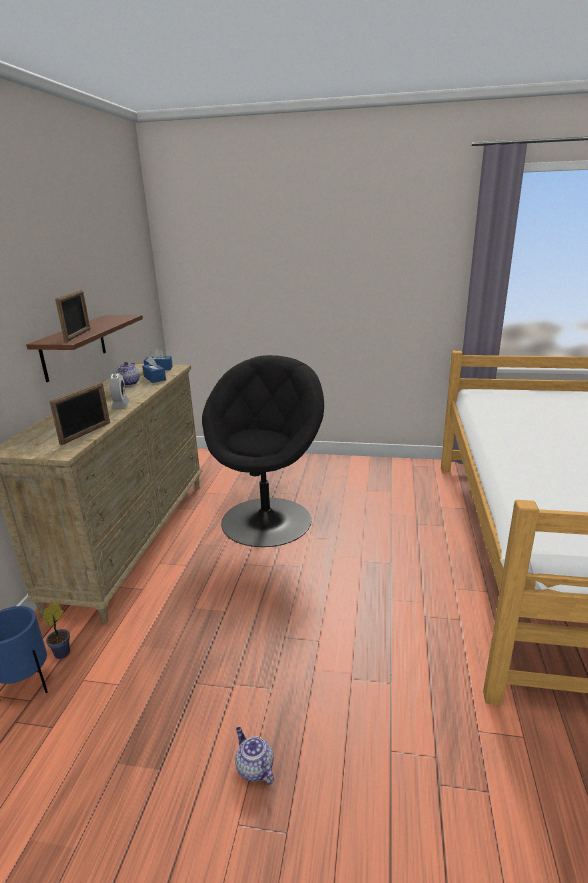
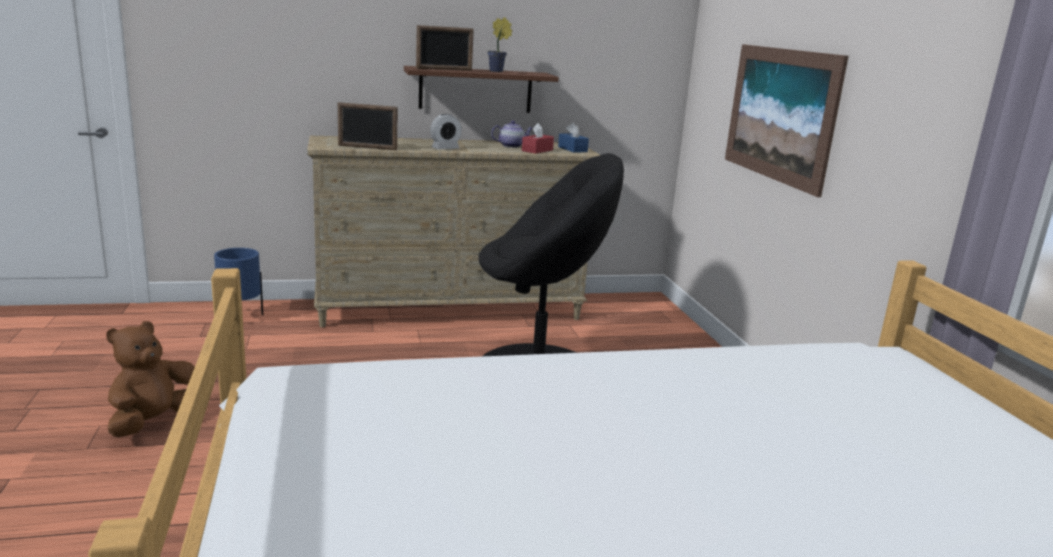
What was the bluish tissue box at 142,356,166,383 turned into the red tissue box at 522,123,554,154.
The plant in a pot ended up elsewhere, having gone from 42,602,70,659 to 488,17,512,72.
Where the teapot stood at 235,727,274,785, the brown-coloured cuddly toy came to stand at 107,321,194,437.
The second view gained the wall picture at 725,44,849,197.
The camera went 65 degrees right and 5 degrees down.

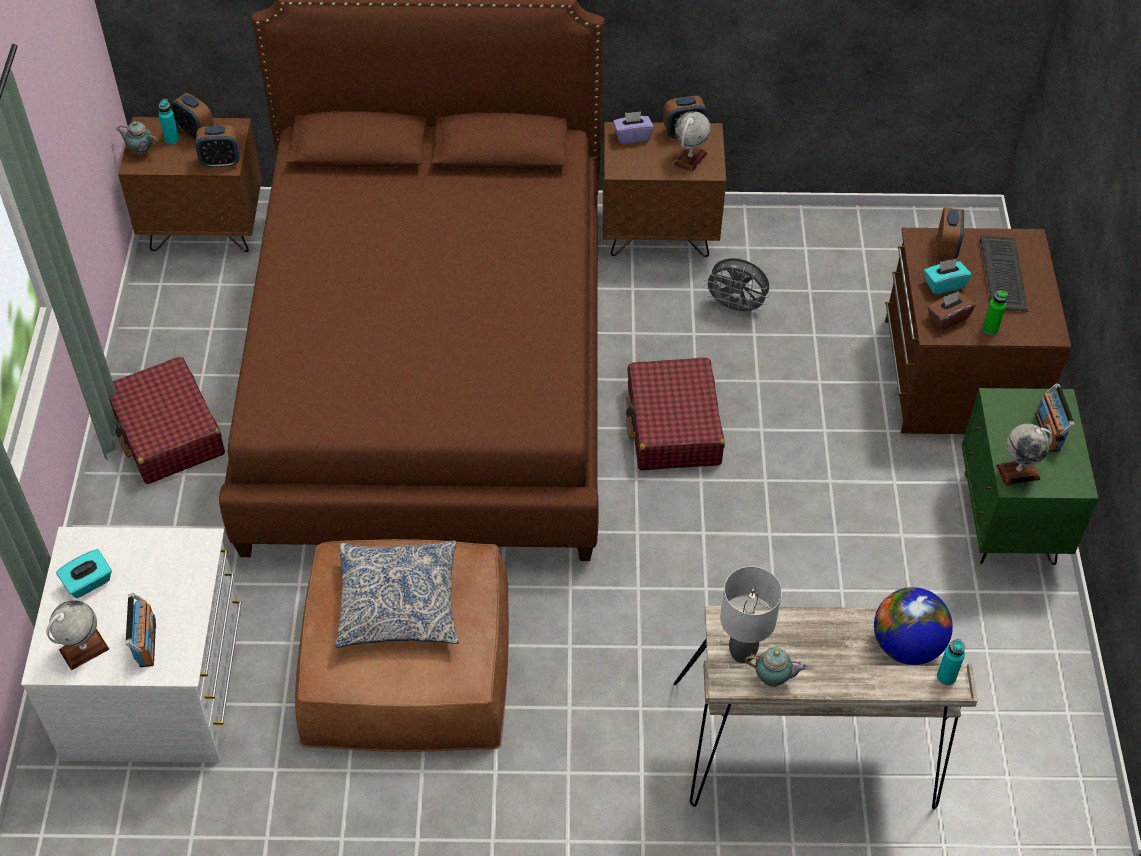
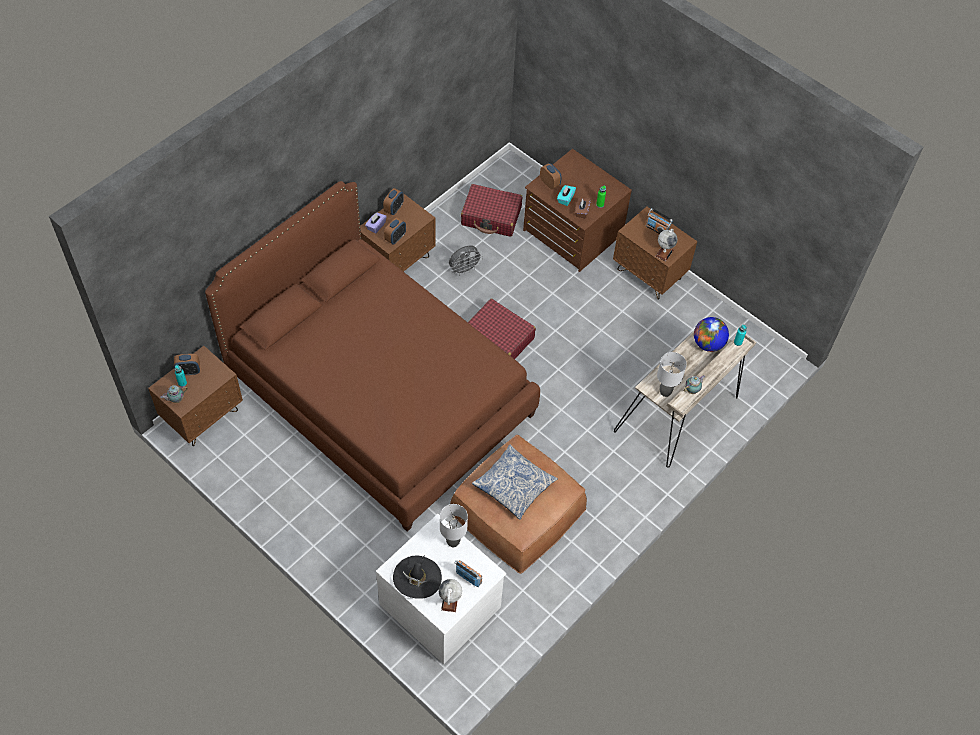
The second view lost the world globe at 673,111,711,172.
The bedside clock ended up elsewhere, having gone from 195,125,240,168 to 384,217,406,245.
The second view lost the keyboard at 979,236,1028,312.
The red suitcase ended up elsewhere, having gone from 109,357,225,484 to 461,184,522,237.
What was the greenish nightstand at 962,388,1099,565 turned into the brown-coloured nightstand at 613,206,697,300.
Where the blue-green tissue box stood at 56,549,112,598, the blackish hat came to stand at 393,555,442,599.
The second view gained the grey table lamp at 440,504,468,547.
The camera went 50 degrees left and 5 degrees up.

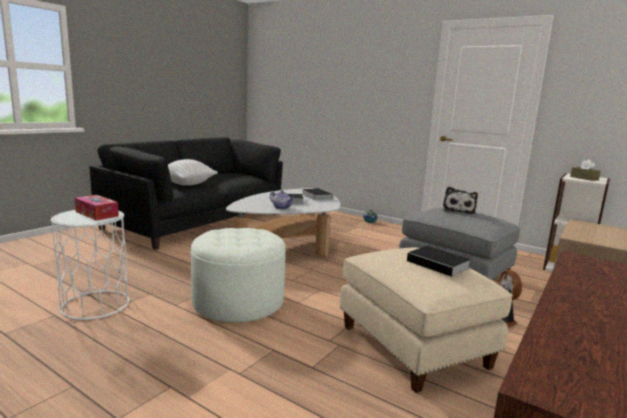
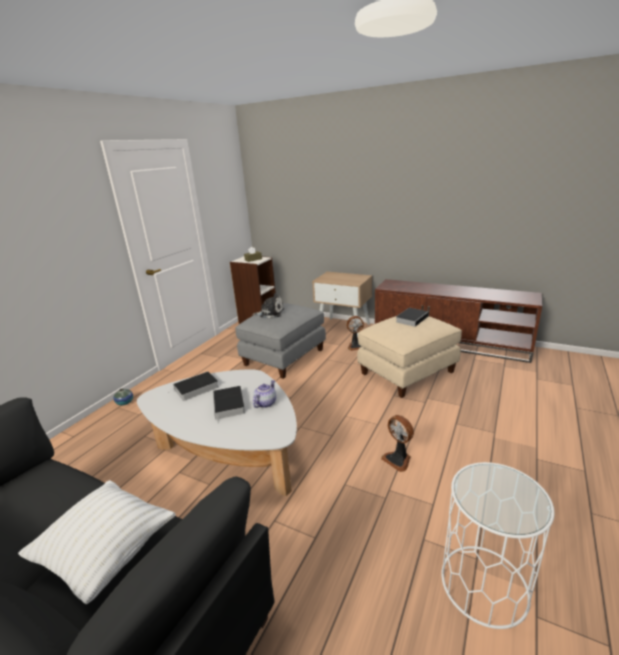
The second view lost the tissue box at 75,195,119,221.
Where the white pouffe stood at 191,228,286,323, the fan came to stand at 381,415,414,472.
The camera went 95 degrees left and 10 degrees up.

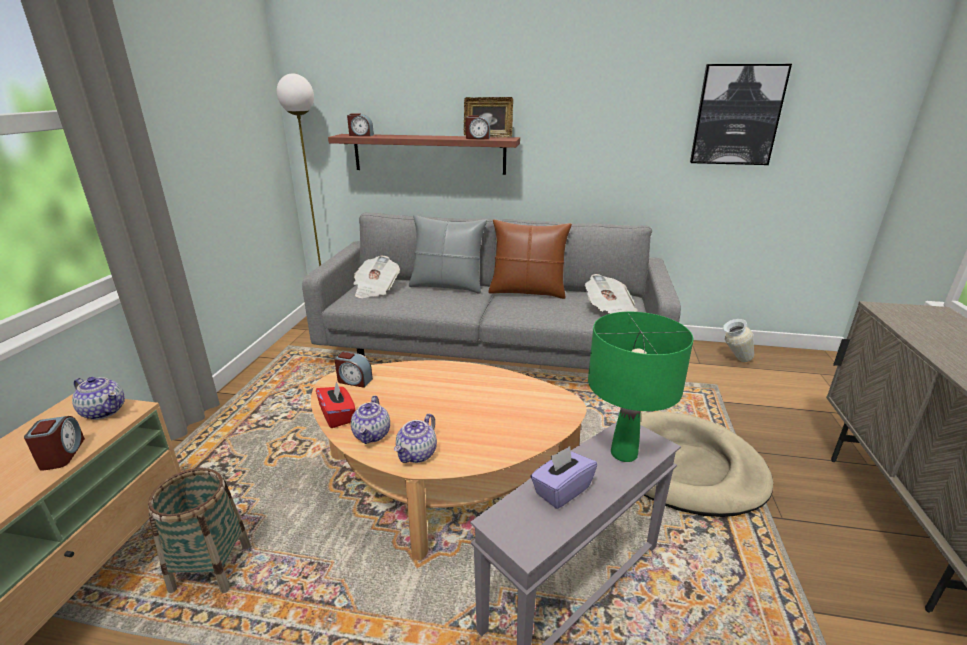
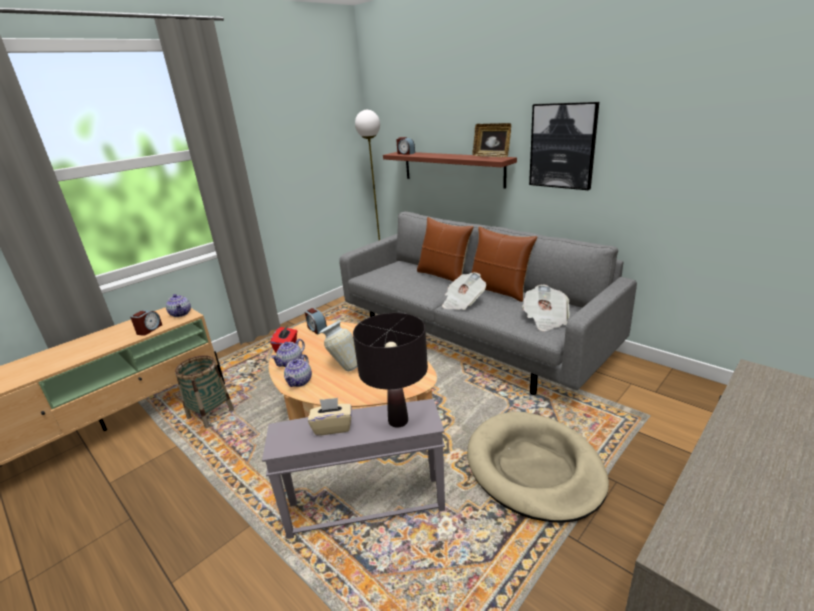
The wall picture ended up elsewhere, having gone from 690,64,792,165 to 529,102,599,190.
The second view lost the bedside clock at 466,115,490,139.
What was the grey throw pillow at 409,215,487,294 turned into the brown-coloured throw pillow at 417,217,474,281.
The daily paper ended up elsewhere, having gone from 353,256,400,298 to 442,272,486,310.
What was the greenish table lamp at 588,312,693,462 turned into the blackish table lamp at 353,313,428,427.
The decorative vase ended up elsewhere, having gone from 723,319,754,362 to 319,320,357,372.
The teapot at 394,414,437,463 ended up facing another way, 45 degrees counterclockwise from before.
What was the purple tissue box at 530,446,597,509 turned into the beige-coloured tissue box at 308,398,351,436.
The camera went 35 degrees right and 0 degrees up.

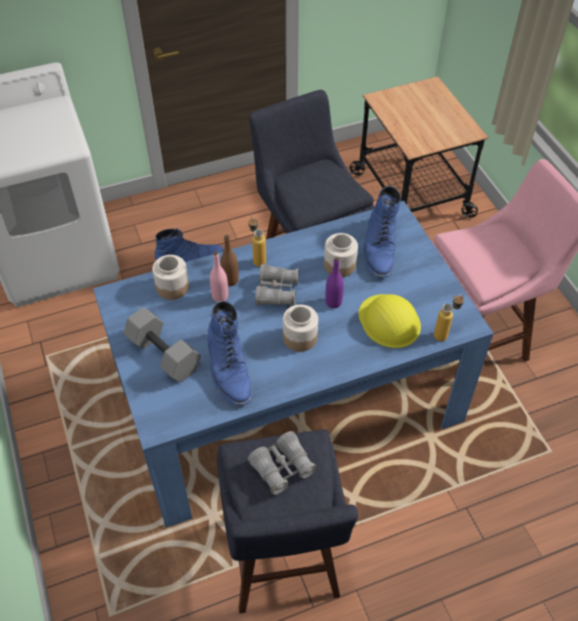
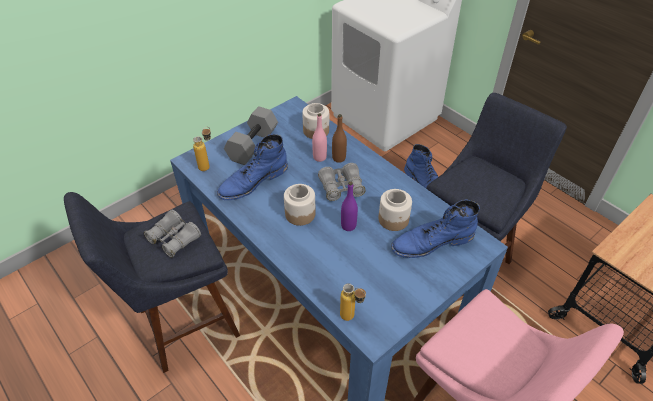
The bottle ended up elsewhere, having gone from 249,216,266,267 to 193,127,211,171.
The second view lost the yellow-coloured hard hat at 359,294,421,348.
The camera went 70 degrees right and 5 degrees down.

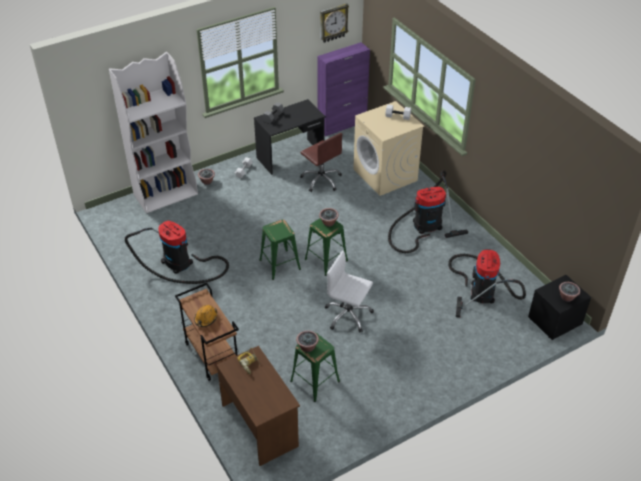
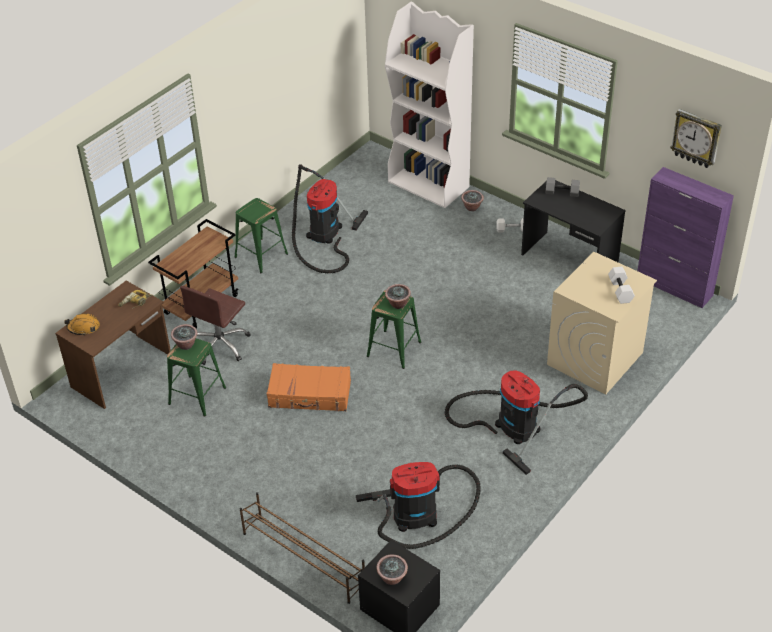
The brown-coloured office chair ended up elsewhere, having gone from 300,133,342,192 to 180,286,250,365.
The greenish stool seat ended up elsewhere, having gone from 259,219,301,280 to 235,198,288,273.
Where the white office chair stood at 325,250,374,333, the orange suitcase came to stand at 267,363,351,411.
The orange hard hat ended up elsewhere, having gone from 194,305,217,327 to 64,313,100,336.
The second view gained the brown-coloured shoe shelf at 240,492,365,604.
The camera went 70 degrees right and 0 degrees up.

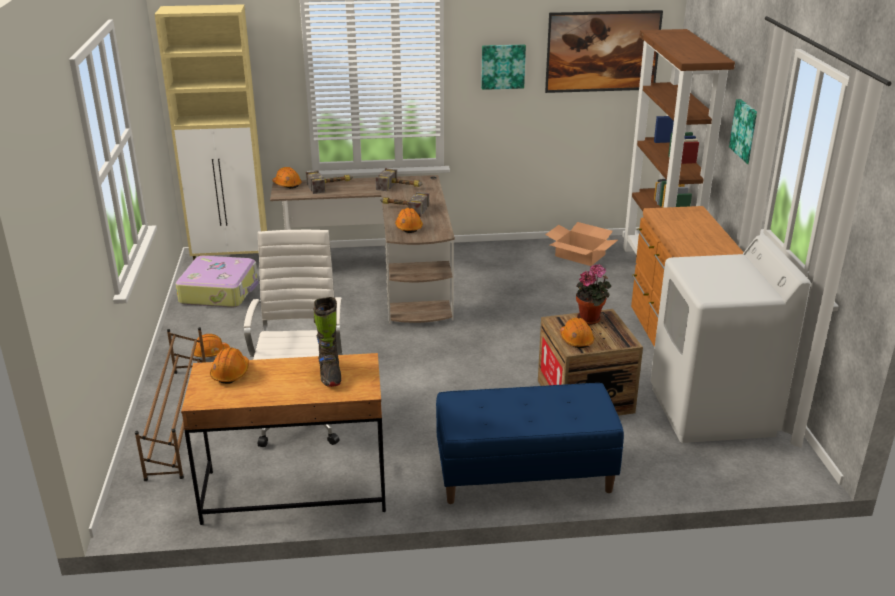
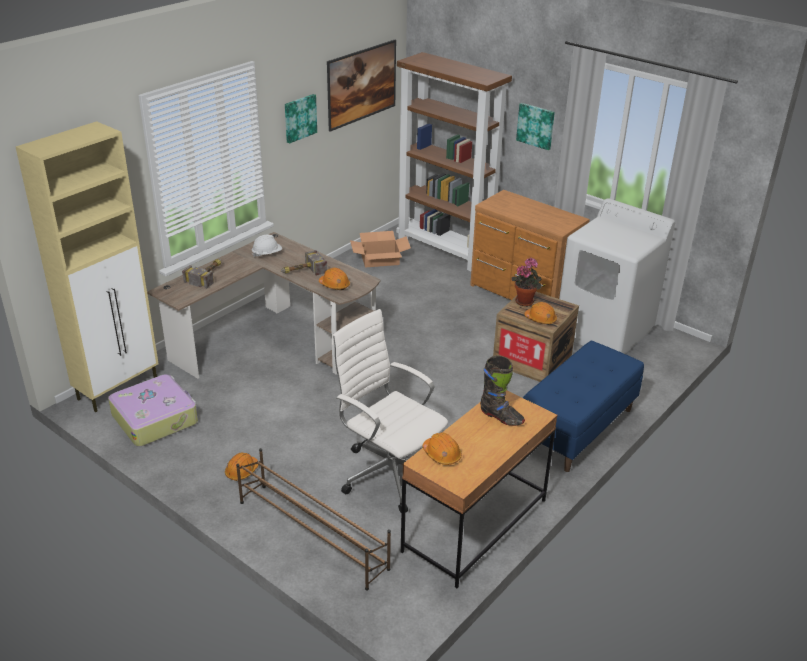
The second view lost the orange hard hat at 272,167,302,189.
Where the hand hammer stood at 375,168,423,191, the white hard hat came to stand at 252,235,282,257.
The camera went 45 degrees left and 5 degrees up.

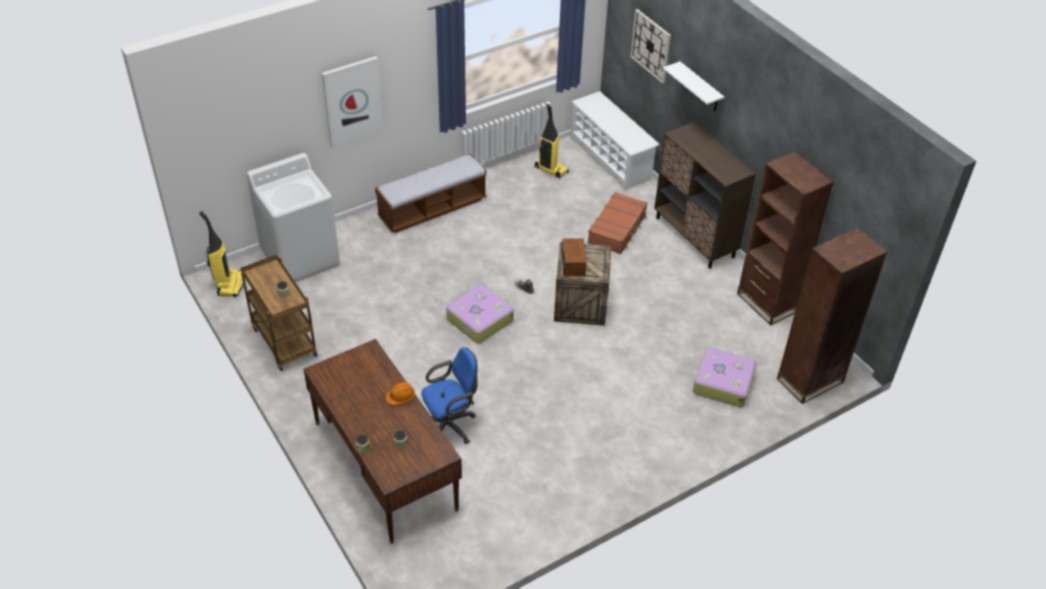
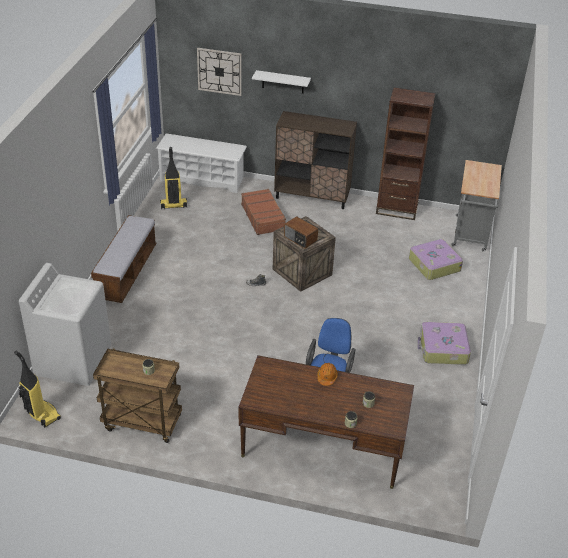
The second view lost the wall picture at 322,56,383,148.
Where the brown-coloured shelving unit stood at 777,228,887,404, the grey trolley came to stand at 451,160,502,252.
The suitcase ended up elsewhere, having gone from 446,285,514,343 to 418,322,471,365.
The camera went 45 degrees left and 5 degrees down.

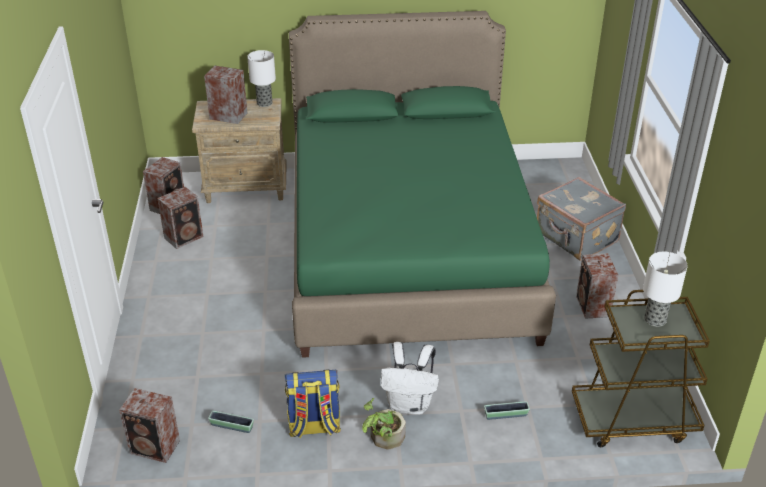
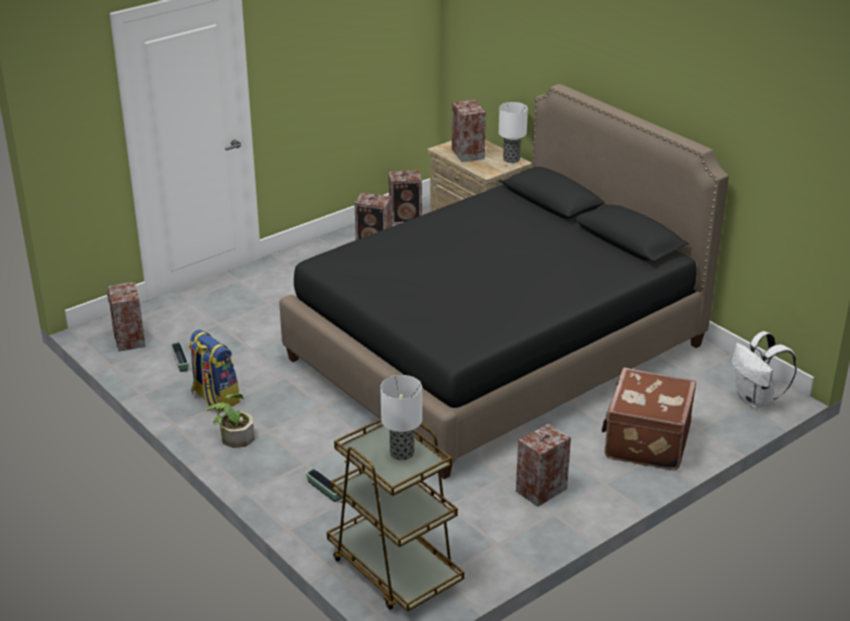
What was the greenish sleeping bed at 289,11,556,358 turned into the blackish sleeping bed at 279,84,729,479.
What was the grey suitcase at 537,177,626,261 turned into the brown-coloured suitcase at 601,368,696,470.
The white backpack ended up elsewhere, having gone from 381,342,439,415 to 732,331,797,408.
The camera went 55 degrees right and 5 degrees down.

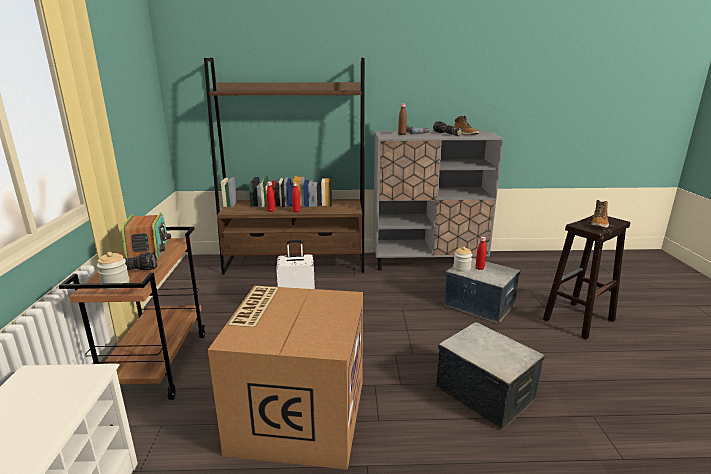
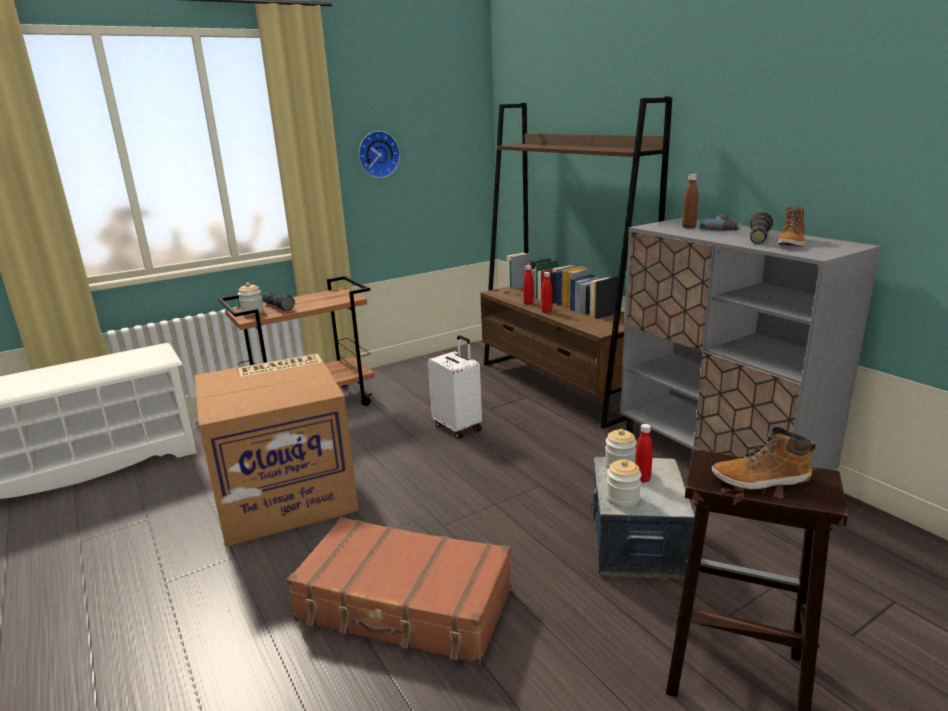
The second view lost the radio set at 121,212,171,259.
Where the storage bin stood at 436,322,545,430, the brown-coloured suitcase came to stand at 287,517,511,664.
The second view gained the hanging clock at 359,131,400,178.
The second view gained the jar at 606,459,642,508.
The camera went 60 degrees right and 0 degrees up.

